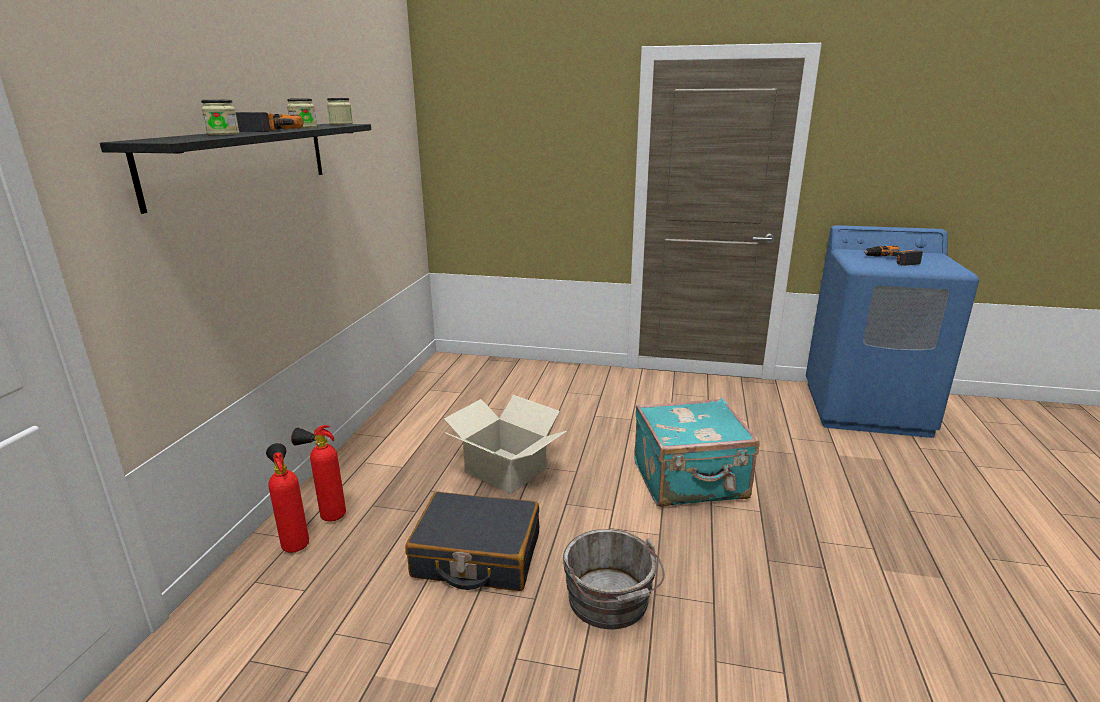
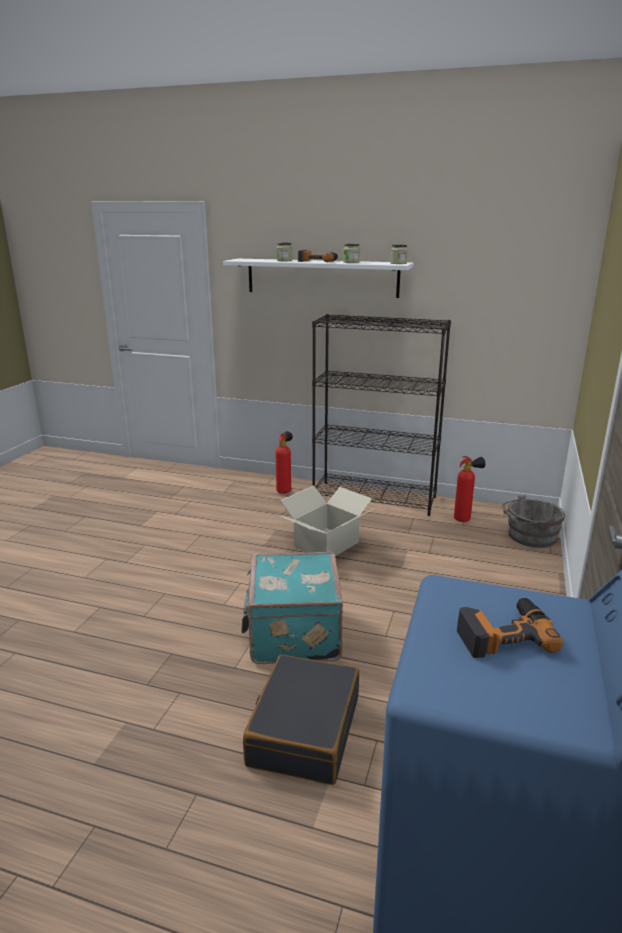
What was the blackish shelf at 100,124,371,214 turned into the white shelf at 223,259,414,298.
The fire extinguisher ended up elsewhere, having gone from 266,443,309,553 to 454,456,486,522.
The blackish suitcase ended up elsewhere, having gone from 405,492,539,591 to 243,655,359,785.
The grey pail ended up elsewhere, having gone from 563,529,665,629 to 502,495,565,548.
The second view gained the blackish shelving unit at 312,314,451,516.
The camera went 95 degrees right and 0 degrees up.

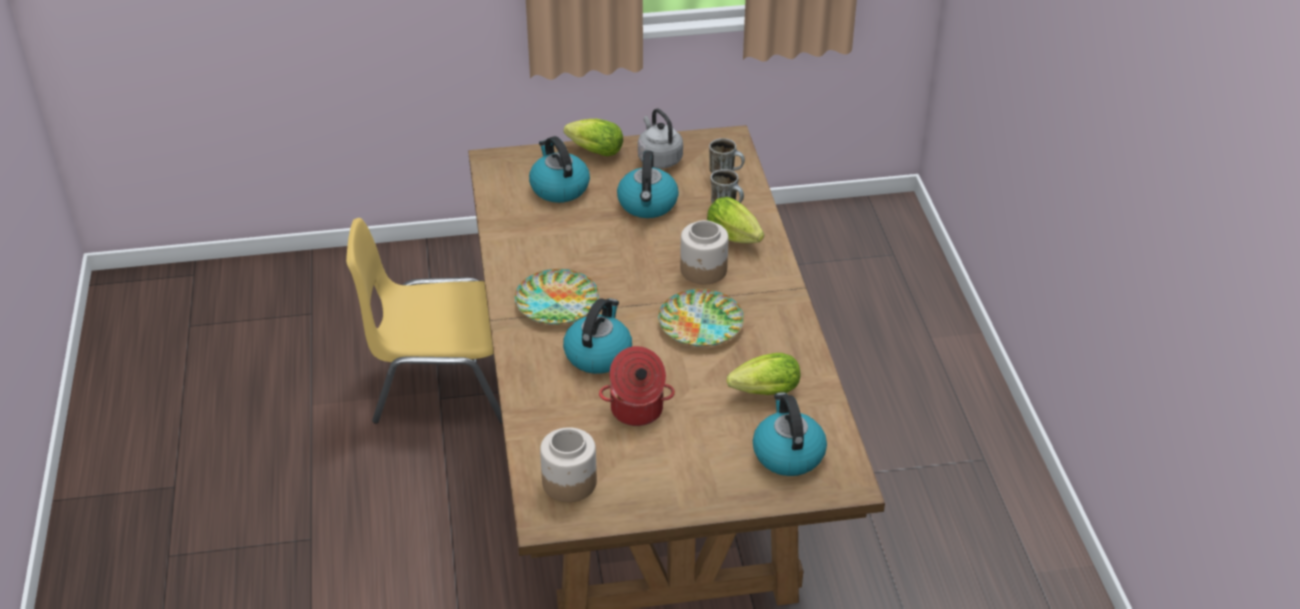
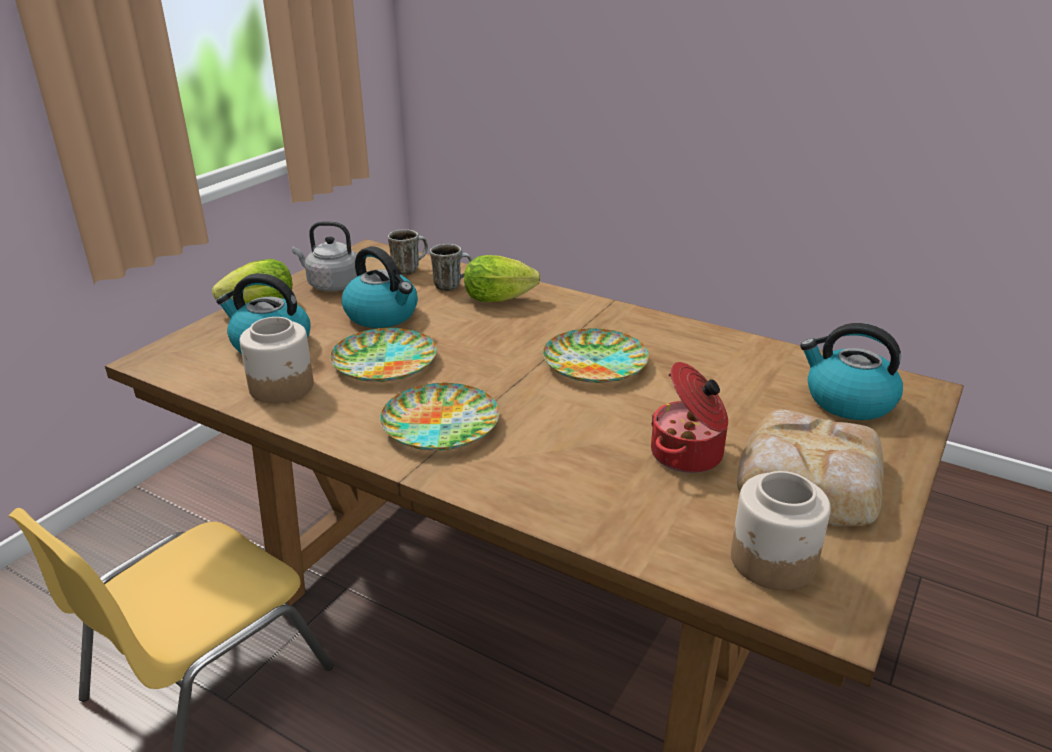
The jar ended up elsewhere, having gone from 680,220,729,285 to 240,317,313,403.
The second view lost the kettle at 563,298,632,374.
The second view lost the lettuce at 727,353,800,395.
The second view gained the flat dish at 330,328,437,382.
The second view gained the bakery bread at 737,409,884,526.
The camera went 50 degrees left and 10 degrees down.

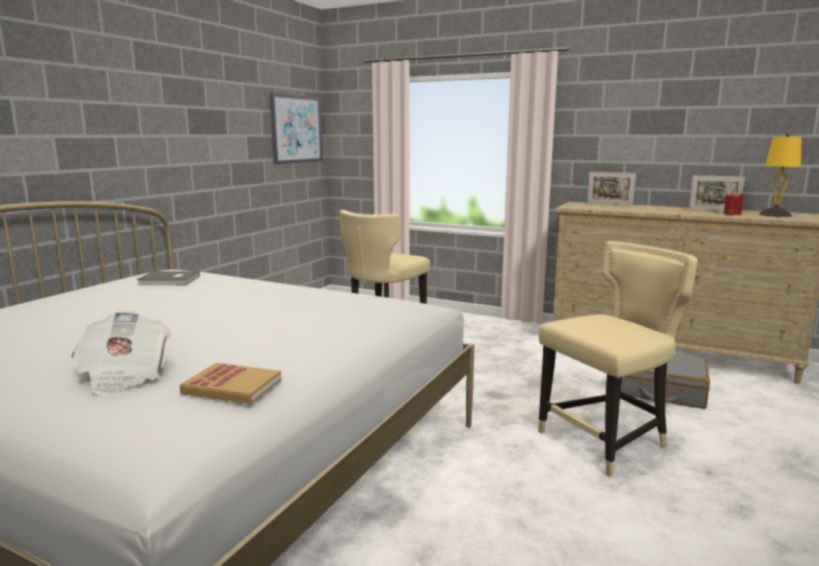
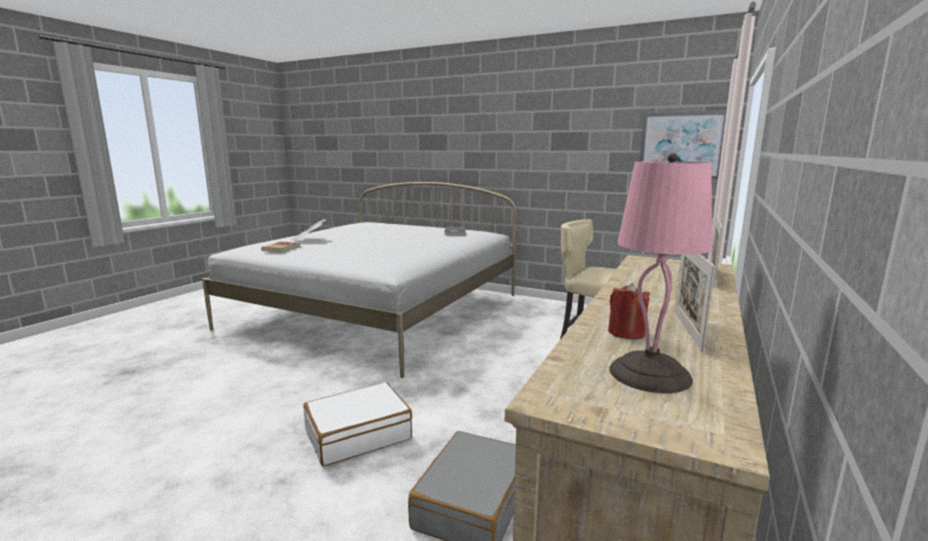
What was the yellow-coloured table lamp at 759,134,801,217 turned into the pink-coloured table lamp at 610,153,712,393.
Where the beige-coloured plain chair stood at 538,241,698,477, the white suitcase came to stand at 303,382,412,466.
The camera went 90 degrees right and 0 degrees up.

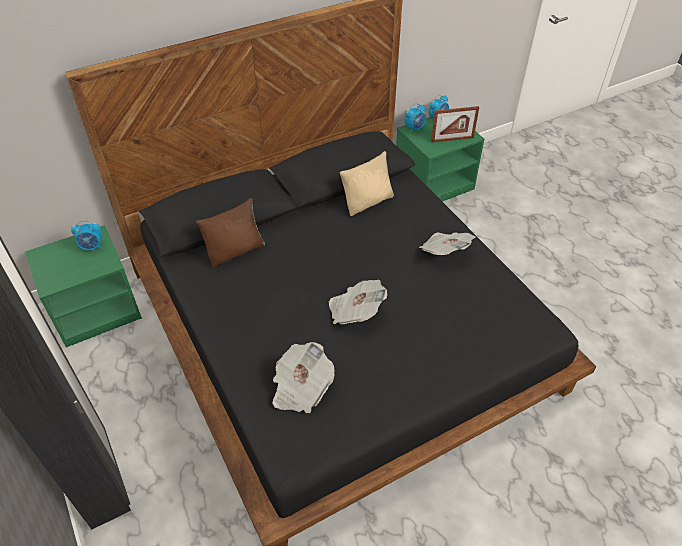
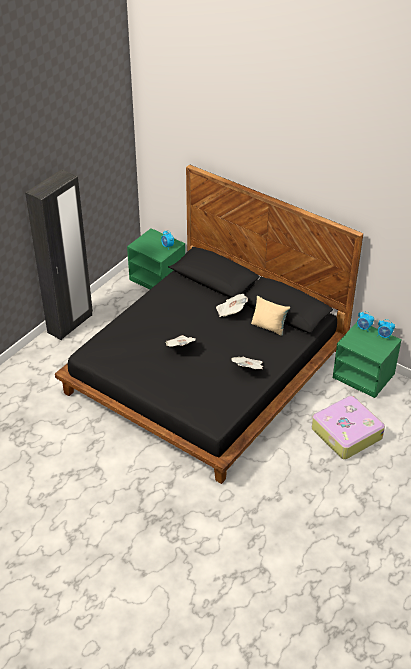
The second view lost the picture frame at 431,106,479,143.
The second view lost the brown-coloured throw pillow at 196,198,265,267.
The daily paper ended up elsewhere, having gone from 273,342,335,413 to 216,294,248,317.
The second view gained the suitcase at 312,395,385,459.
The camera went 65 degrees right and 5 degrees down.

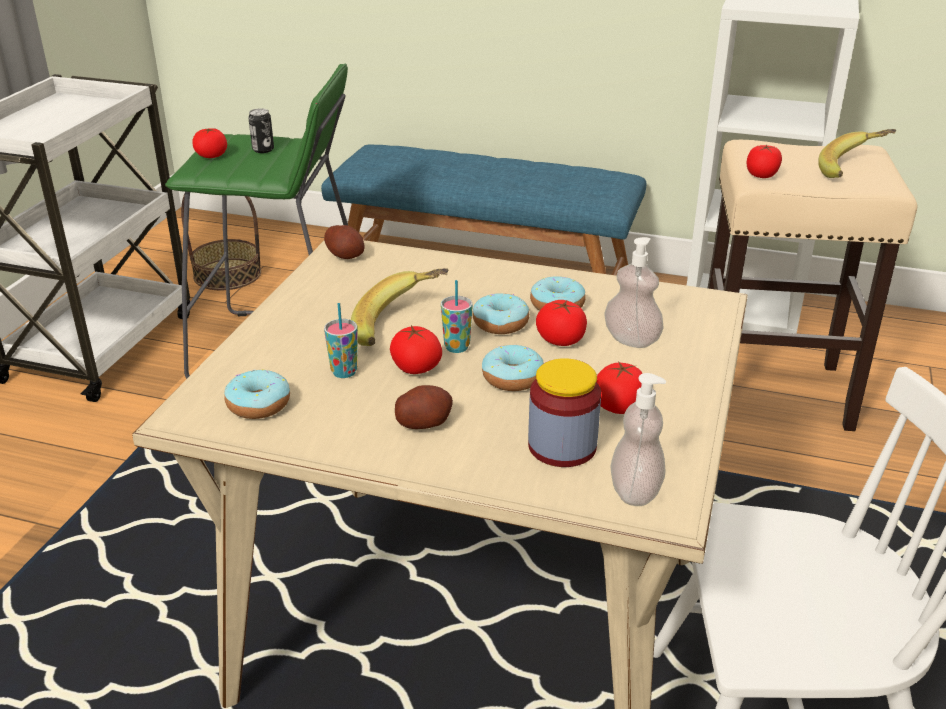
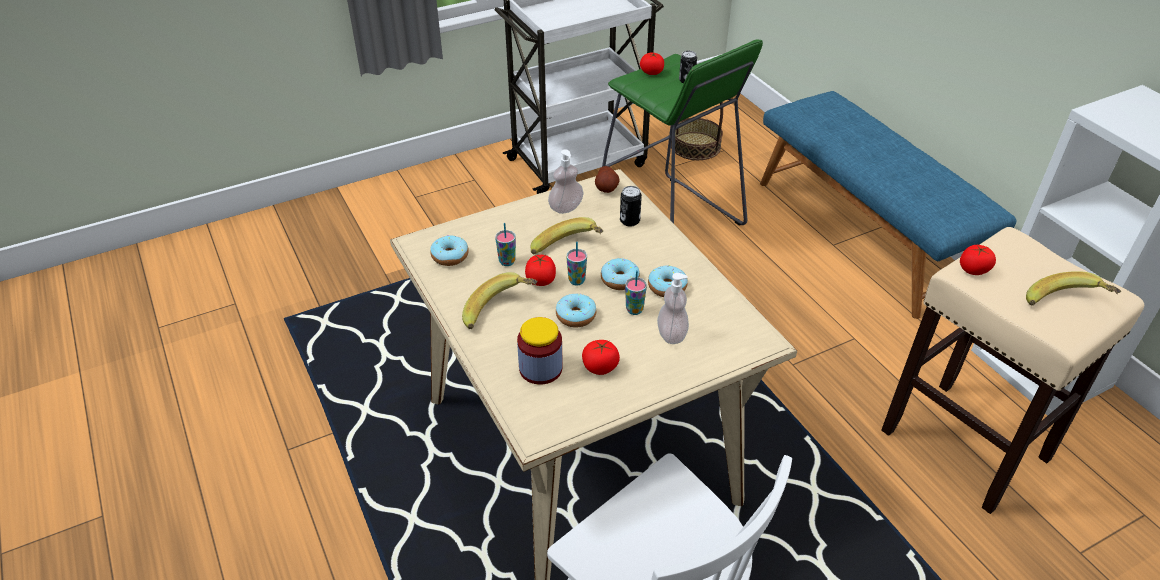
Where the tomato stood at 536,300,587,346, the cup came to stand at 625,270,647,315.
The soap bottle ended up elsewhere, having gone from 610,373,666,506 to 548,149,583,214.
Where the spud stood at 395,385,453,429, the banana came to stand at 462,272,538,329.
The second view gained the can at 620,186,642,227.
The camera went 45 degrees right and 10 degrees up.

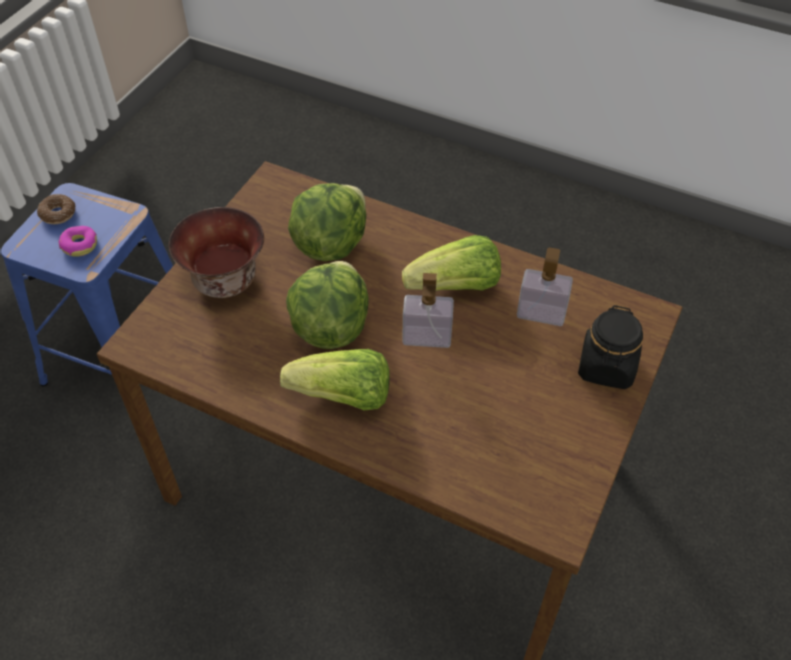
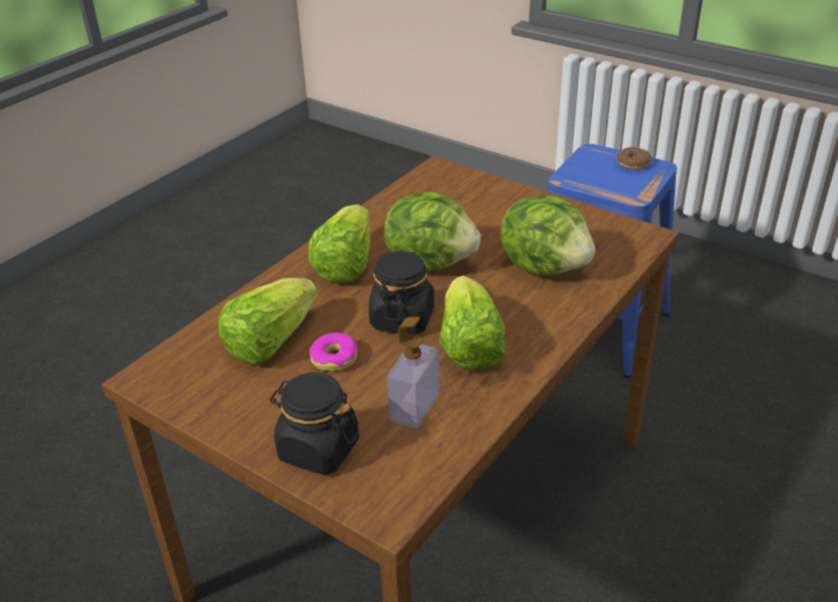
The second view lost the deep dish at 169,207,264,298.
The doughnut ended up elsewhere, having gone from 59,226,97,257 to 310,333,358,371.
Where the soap bottle stood at 403,273,454,348, the blackish jar came to stand at 369,250,434,335.
The second view gained the lettuce at 218,278,318,365.
The camera went 100 degrees right and 15 degrees down.

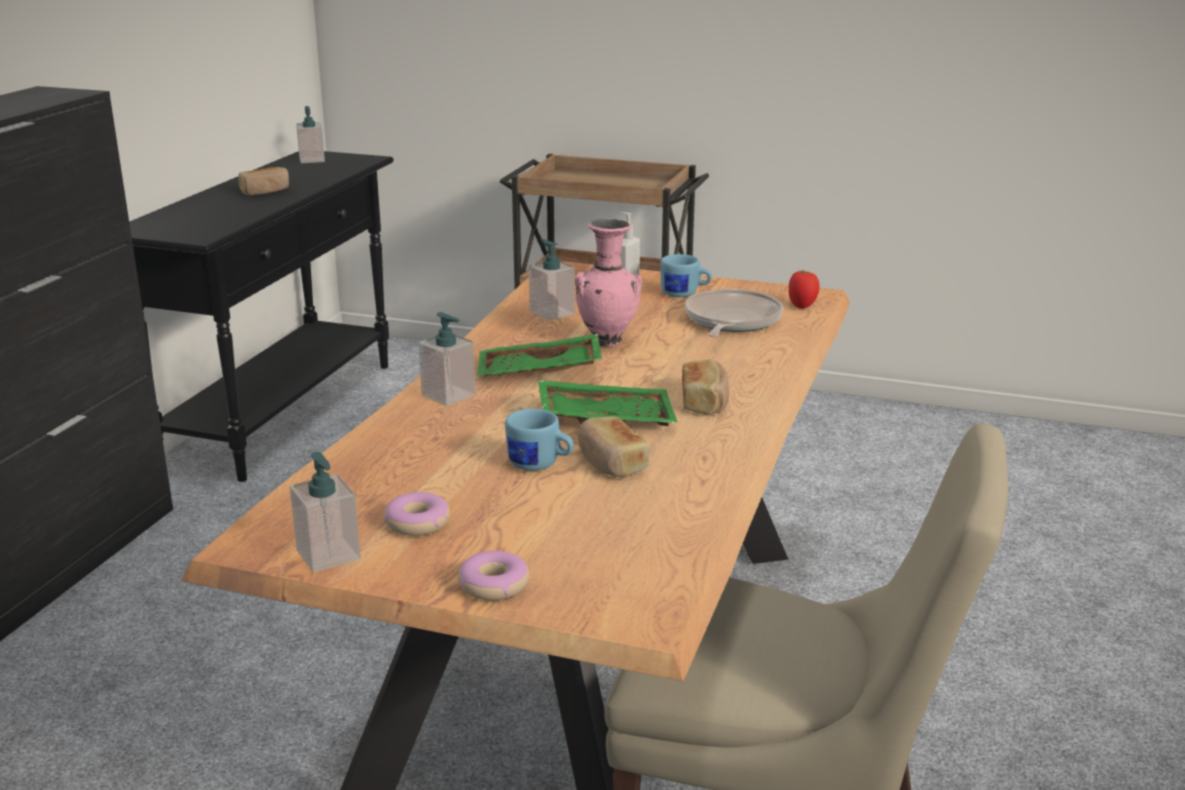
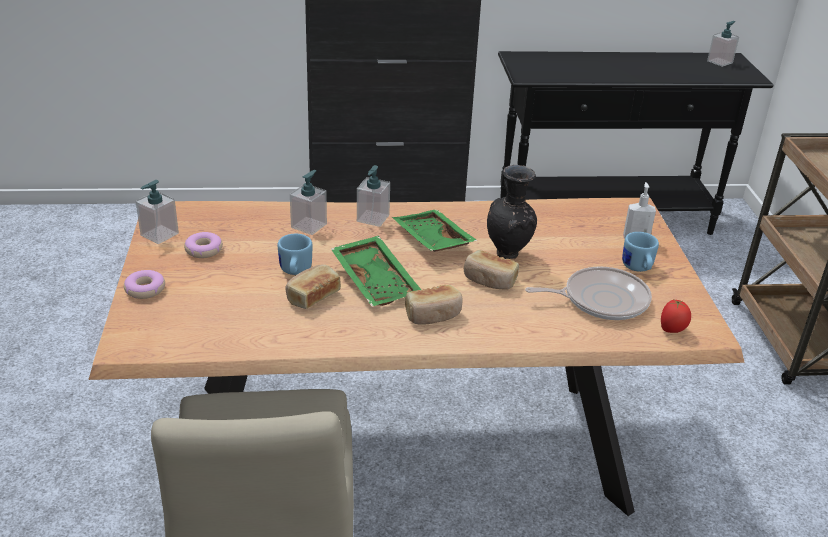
The bakery bread ended up elsewhere, having gone from 238,167,289,195 to 464,250,519,290.
What was the pink-coloured decorative vase at 575,219,642,348 turned into the blackish decorative vase at 487,165,537,259.
The soap bottle ended up elsewhere, having gone from 529,239,575,321 to 290,170,327,235.
The camera went 65 degrees right and 10 degrees up.

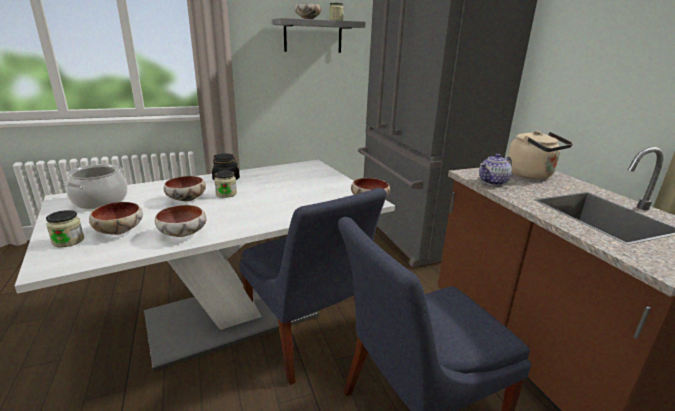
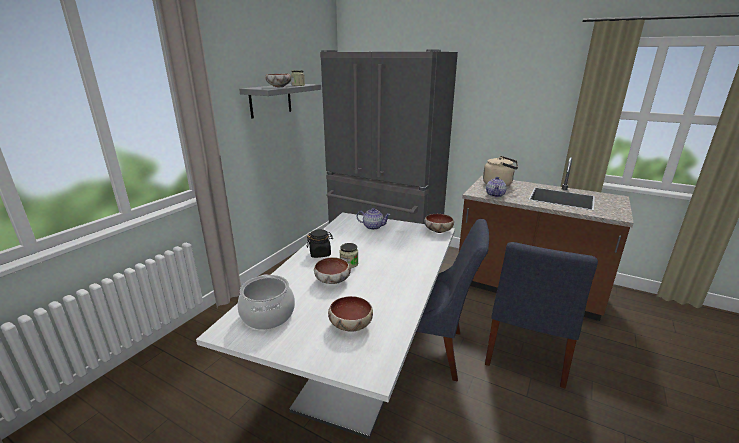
The second view lost the deep dish at 155,205,206,237.
The second view lost the jar at 46,210,84,247.
The second view gained the teapot at 357,208,391,230.
The camera went 40 degrees left and 0 degrees up.

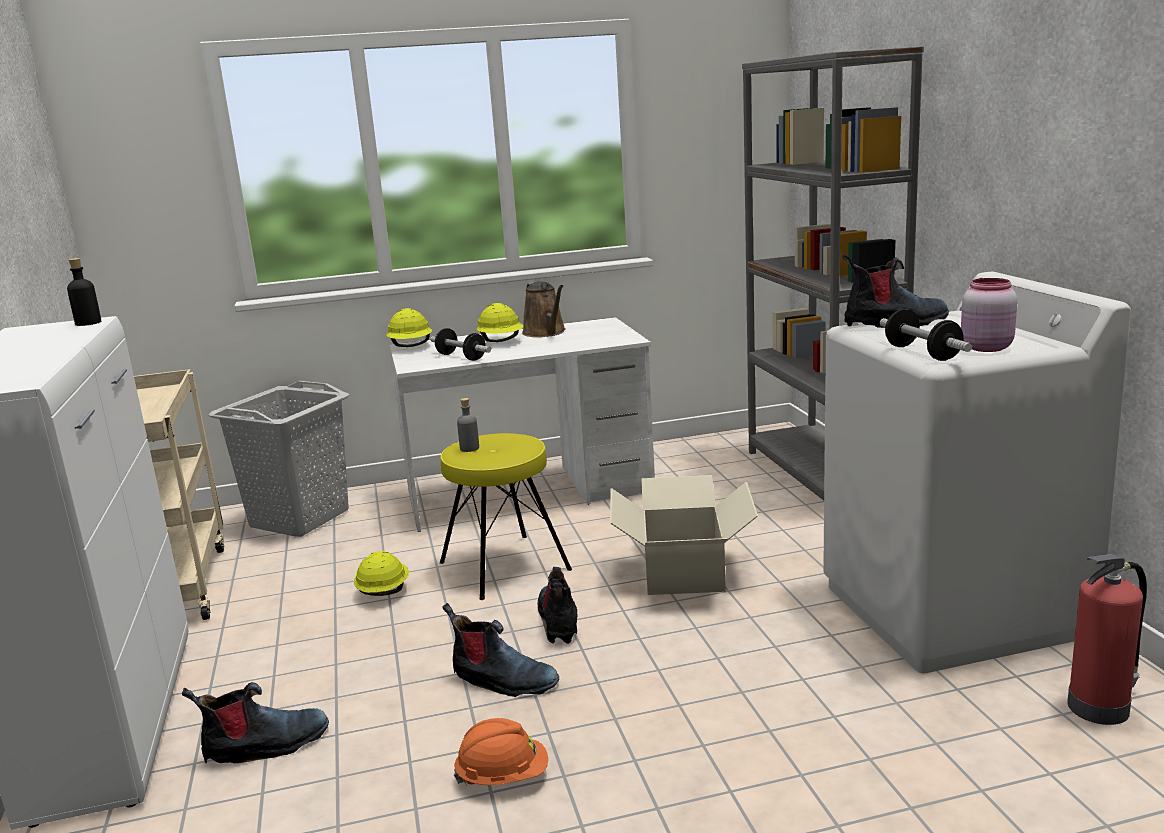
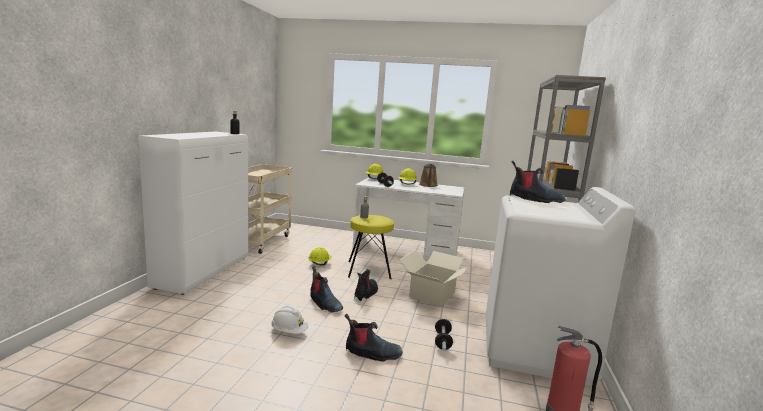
The second view lost the pink-coloured jar at 961,278,1017,352.
The free weight ended up elsewhere, having gone from 880,309,972,361 to 435,319,453,351.
The second view lost the grey laundry basket at 209,381,350,537.
The boot ended up elsewhere, having gone from 182,682,329,763 to 345,313,403,362.
What was the orange hard hat at 454,718,548,785 turned into the white hard hat at 271,306,308,334.
The camera went 25 degrees right and 5 degrees down.

